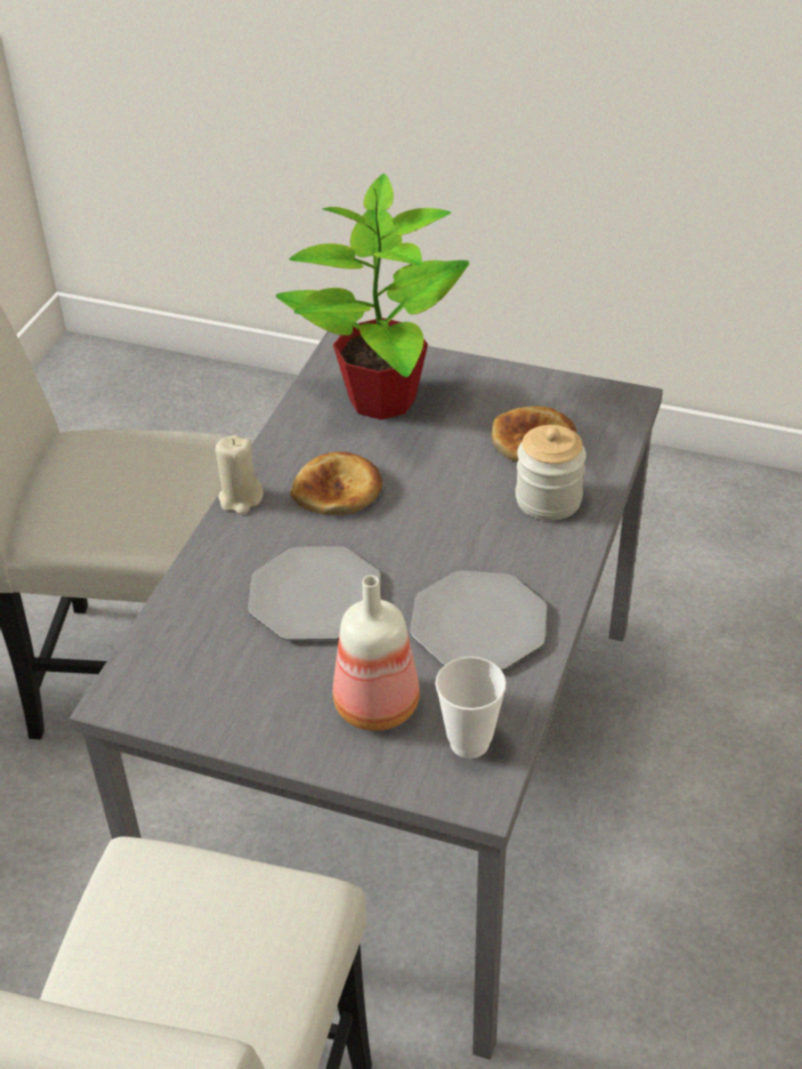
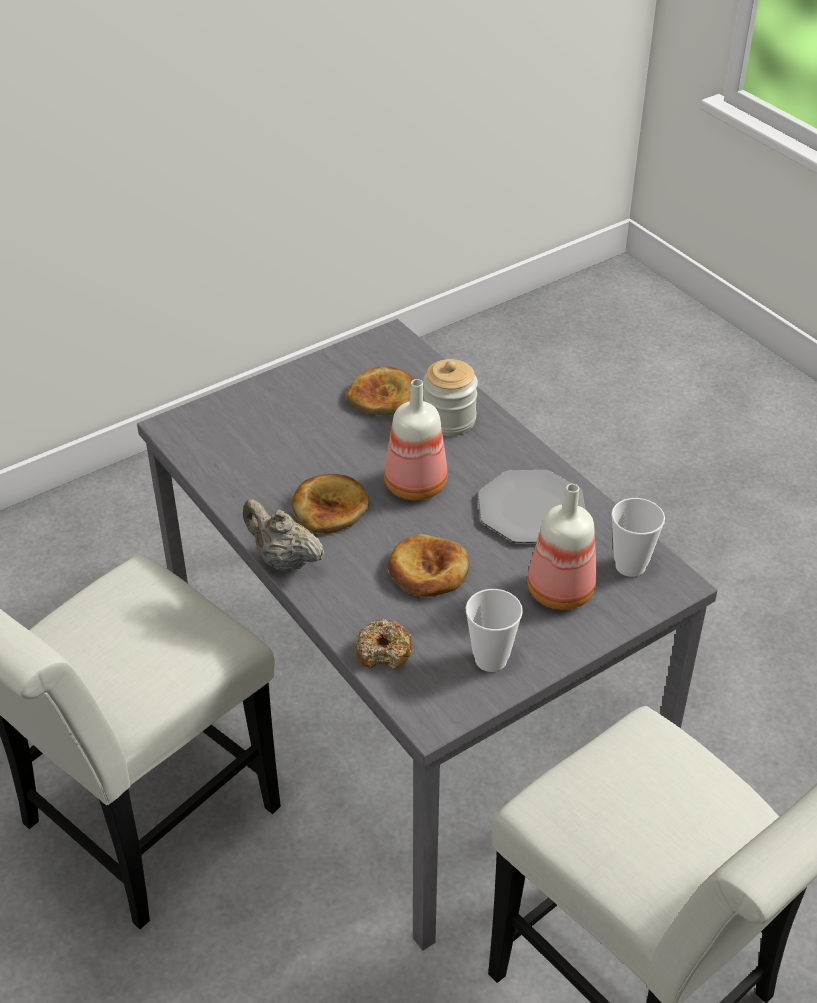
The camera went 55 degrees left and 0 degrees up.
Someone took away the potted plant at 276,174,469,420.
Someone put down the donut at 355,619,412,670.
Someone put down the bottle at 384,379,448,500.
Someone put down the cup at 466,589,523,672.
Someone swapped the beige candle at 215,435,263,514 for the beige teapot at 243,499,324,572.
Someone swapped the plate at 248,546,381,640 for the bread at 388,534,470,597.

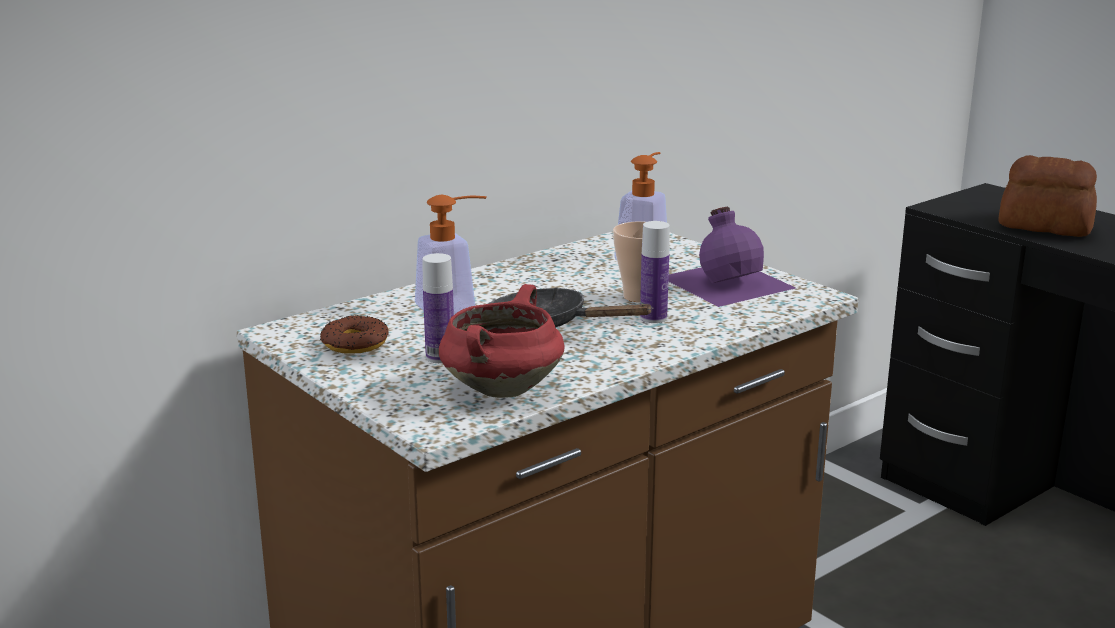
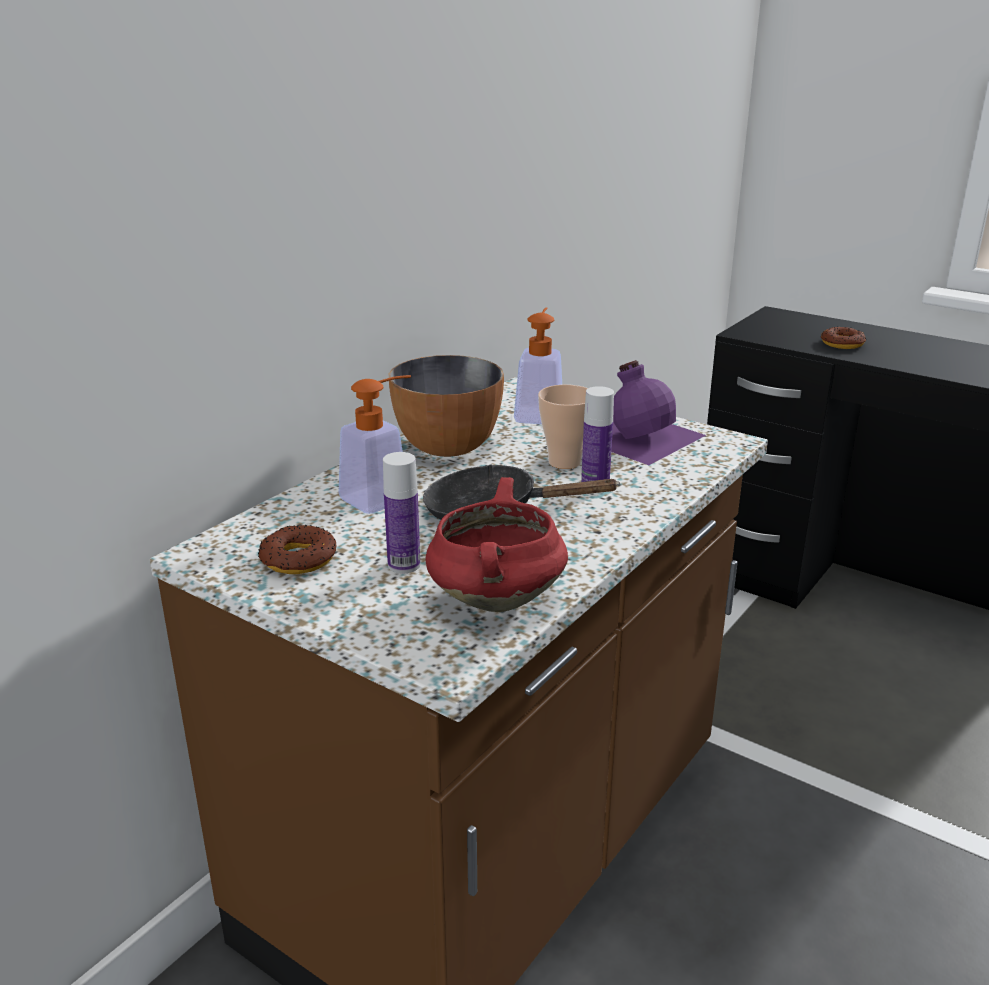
The camera went 15 degrees left and 5 degrees up.
Someone put down the bowl at 389,355,504,457.
Someone swapped the bread at 998,155,1097,237 for the donut at 821,327,867,349.

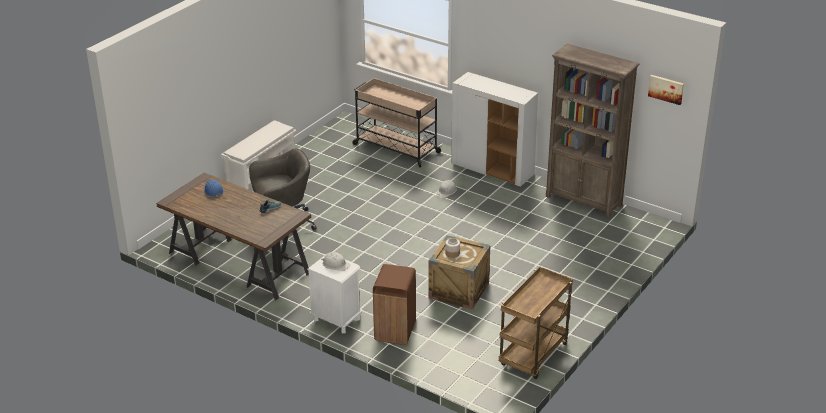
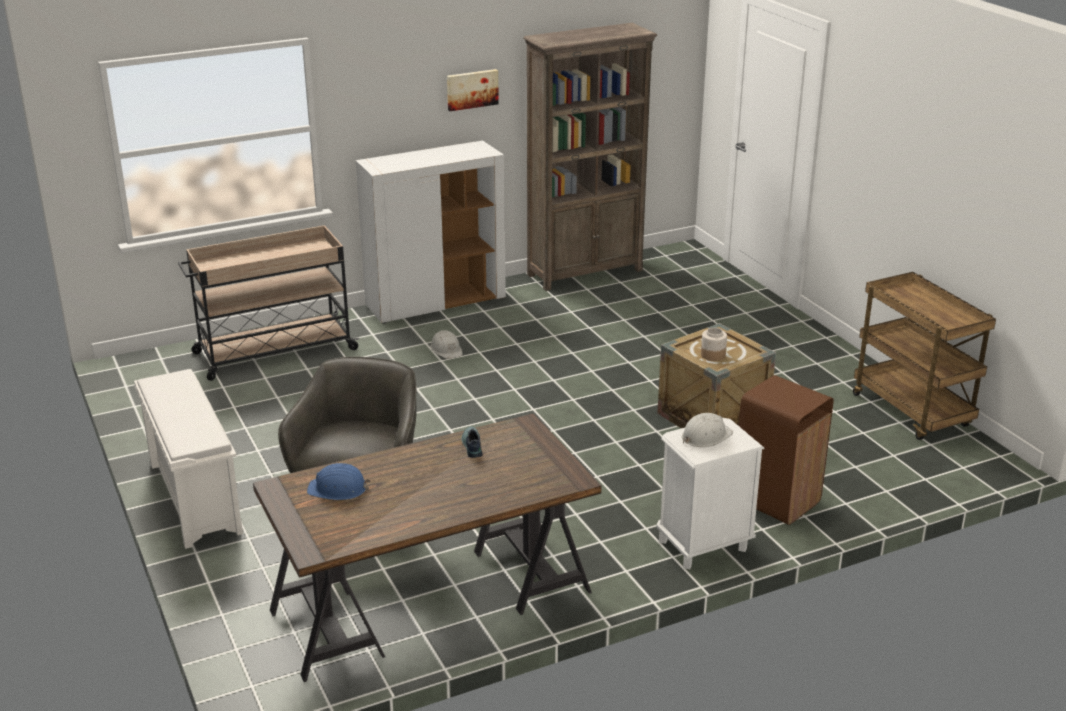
The camera went 60 degrees left and 5 degrees down.
Someone carried the picture from 648,75,684,105 to 447,69,499,111.

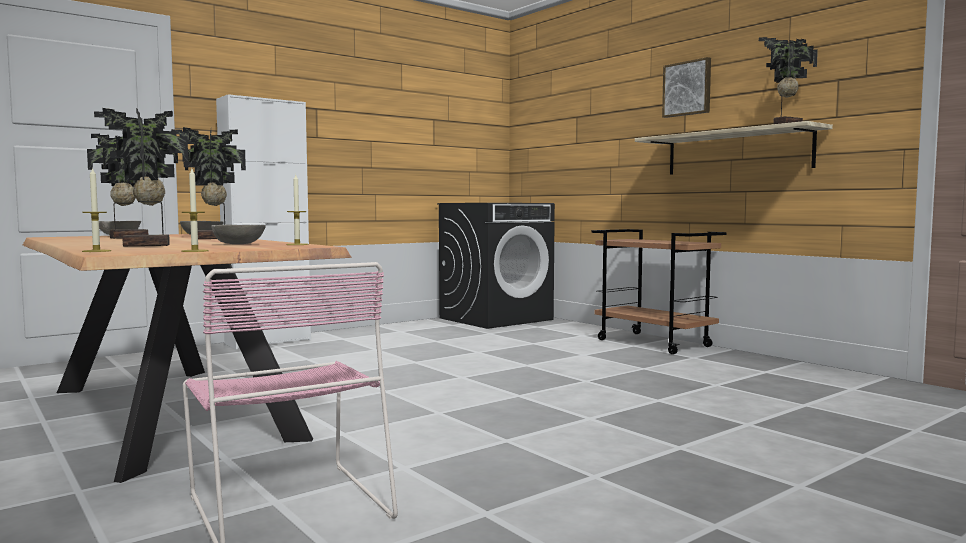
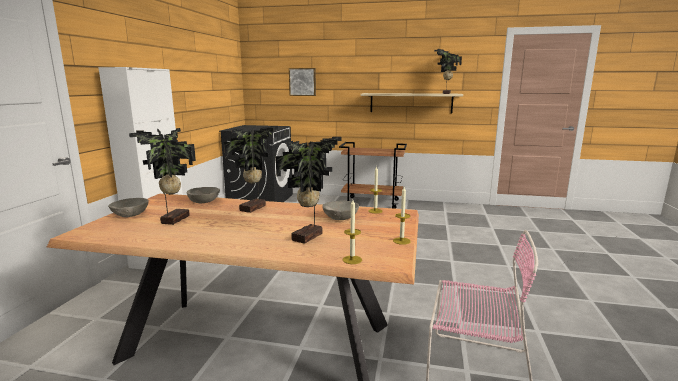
The camera went 40 degrees left and 10 degrees up.
Someone carried the picture from 662,57,711,118 to 289,68,316,96.

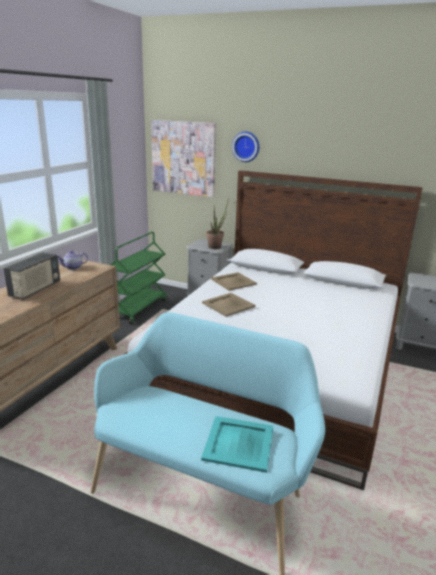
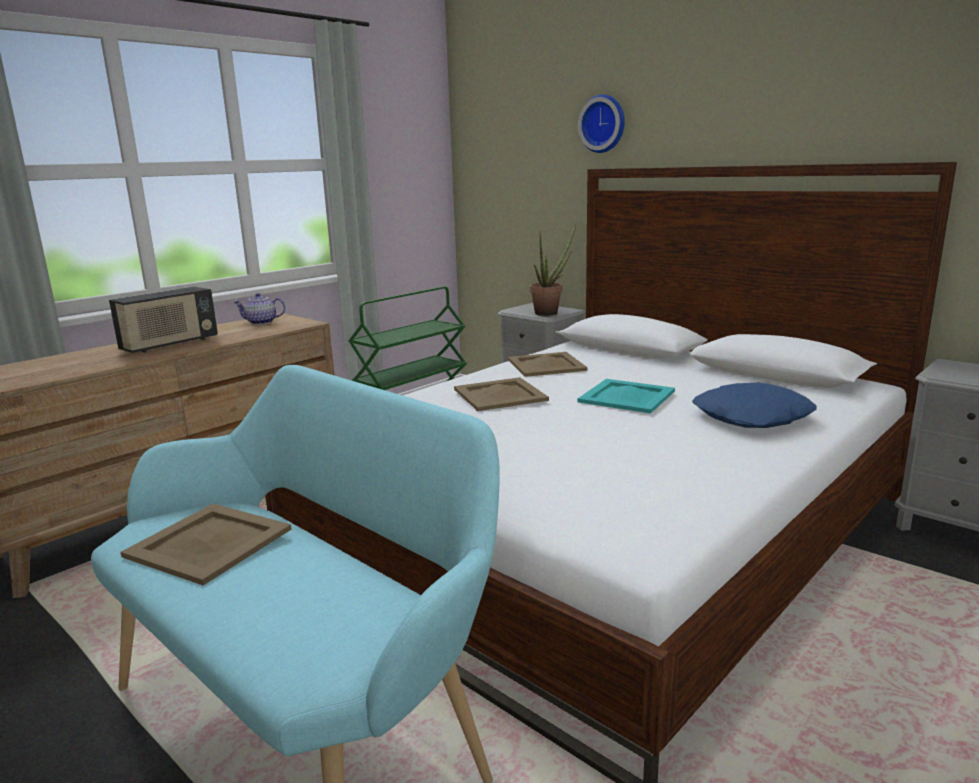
The camera went 20 degrees right and 5 degrees down.
Someone took away the picture at 151,120,216,197.
Someone put down the beige tray at 120,504,292,585.
Someone put down the blue pillow at 692,383,817,428.
Someone carried the turquoise tray from 201,416,274,473 to 577,379,675,413.

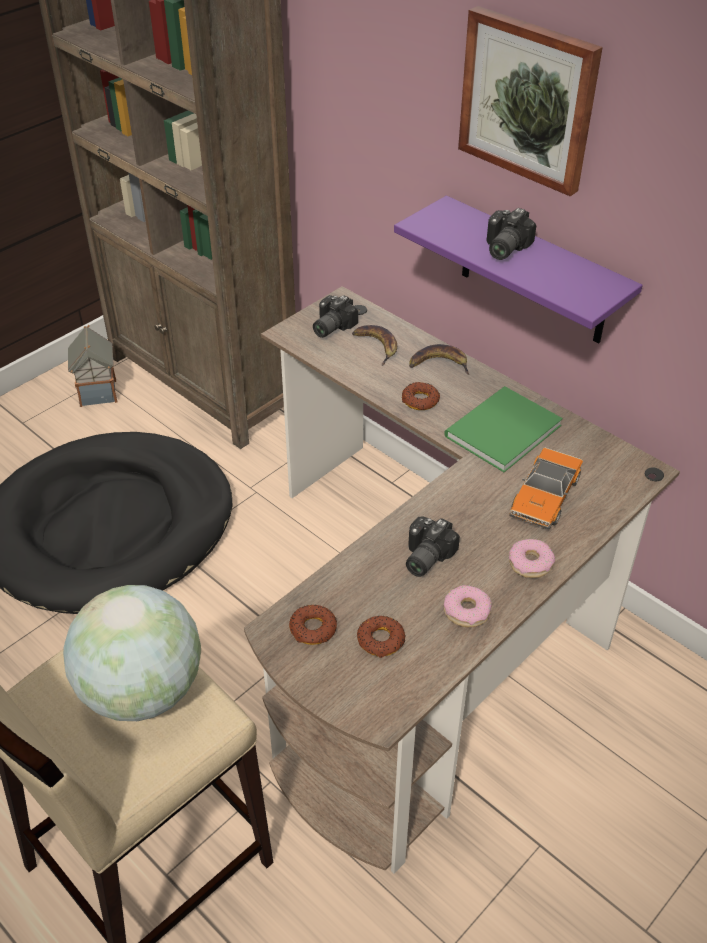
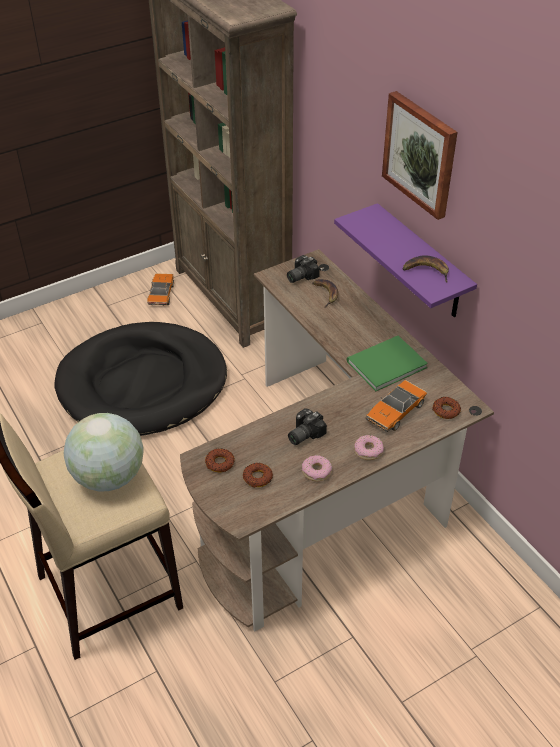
The camera went 15 degrees right and 0 degrees up.
Someone took away the photo camera at 487,208,536,260.
Someone carried the donut from 401,382,440,410 to 432,397,461,419.
Someone carried the banana from 409,344,469,375 to 402,256,449,282.
Someone swapped the toy house at 68,325,117,407 for the toy car at 147,273,174,306.

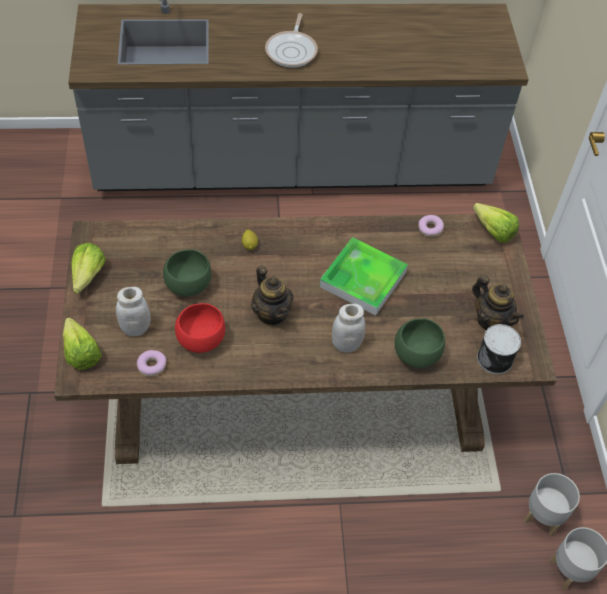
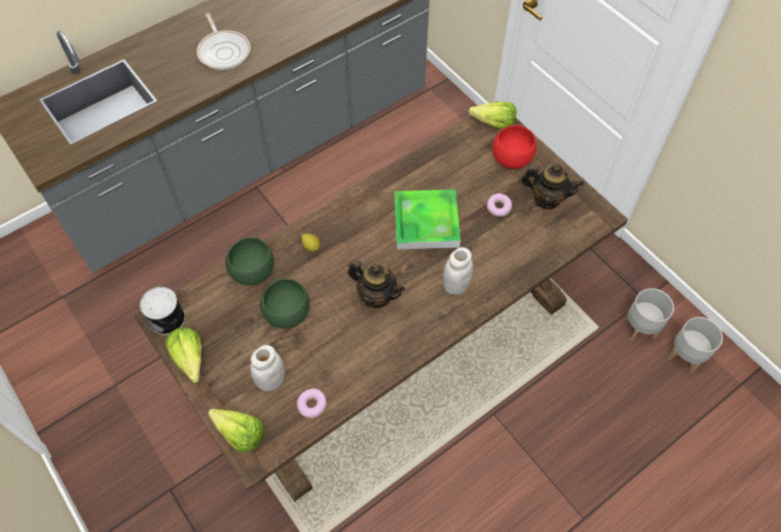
The camera went 30 degrees left and 5 degrees up.
Someone carried the red bowl from 175,303,225,353 to 492,125,537,169.
Someone carried the green bowl from 395,318,445,368 to 225,237,274,286.
Someone carried the donut from 418,215,444,237 to 487,193,512,217.
Someone carried the can from 477,324,521,374 to 140,286,185,335.

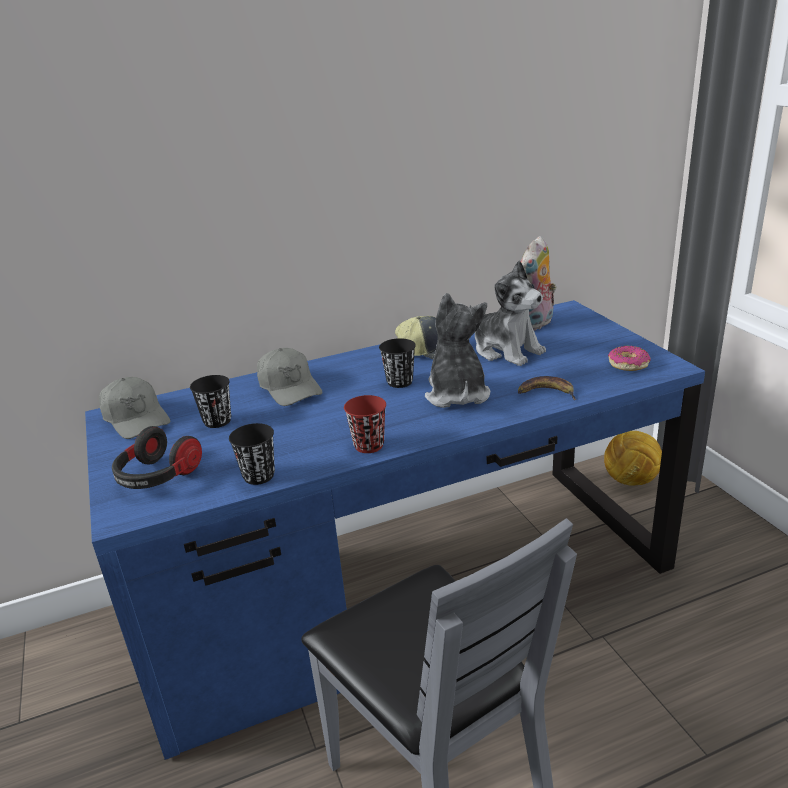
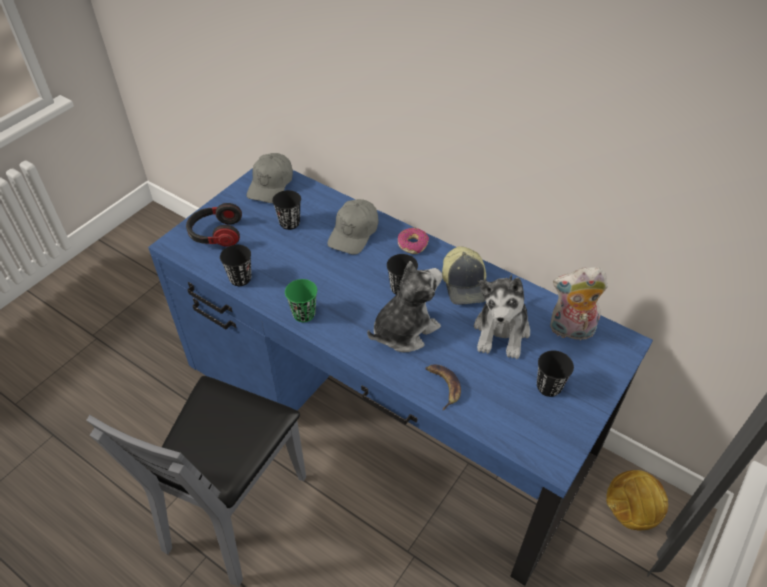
The camera went 55 degrees right and 20 degrees up.
Someone put down the black cup at 537,350,574,397.
Someone carried the donut from 608,346,651,371 to 398,228,429,254.
Someone repainted the red cup at 344,395,386,453, which became the green cup at 285,279,317,322.

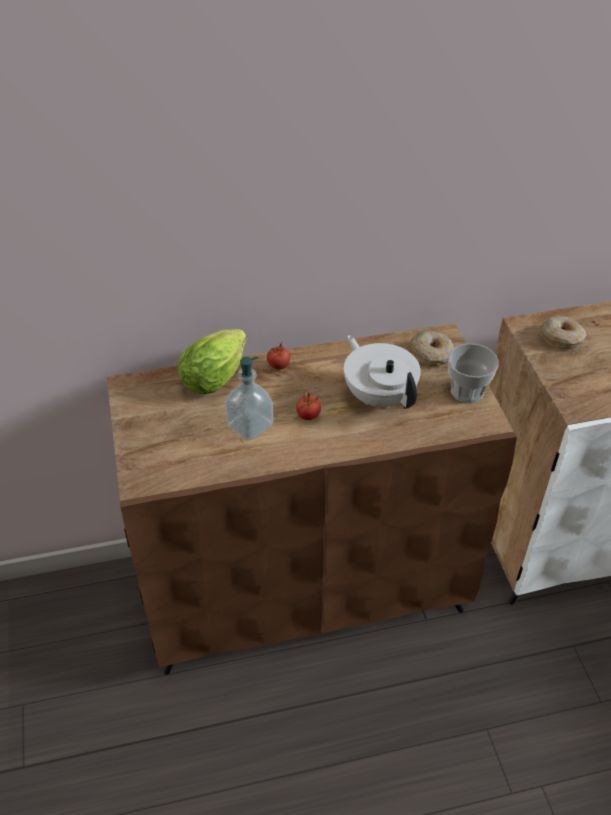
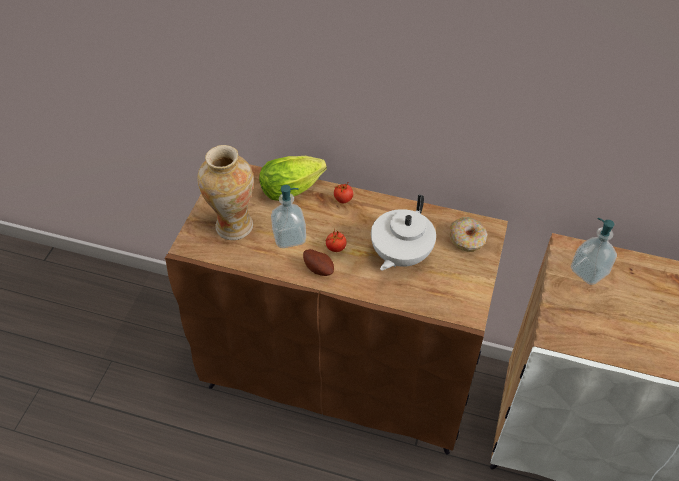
The camera went 30 degrees right and 5 degrees up.
Someone took away the cup at 448,343,498,403.
Someone put down the vase at 197,145,254,240.
Someone put down the potato at 303,249,334,276.
Someone swapped the donut at 541,316,586,350 for the soap dispenser at 571,218,617,285.
Someone rotated the white teapot at 344,335,421,409 by 150 degrees counterclockwise.

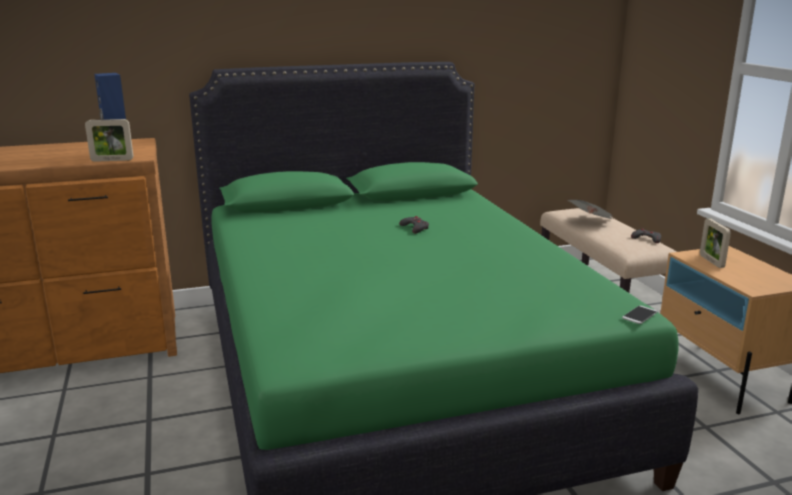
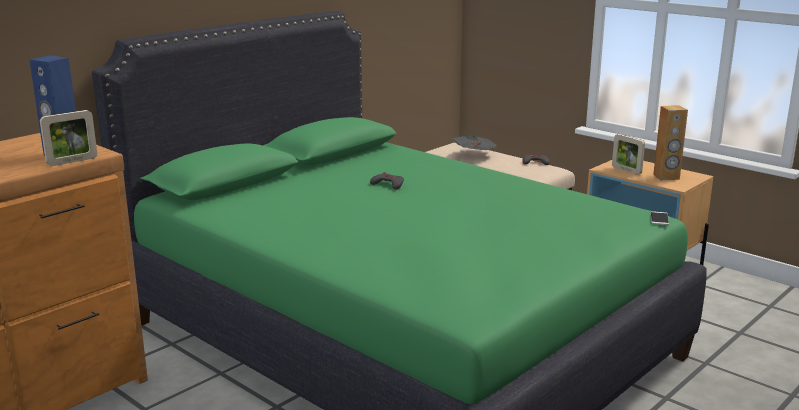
The camera went 30 degrees left and 0 degrees up.
Someone put down the brown speaker at 653,105,688,180.

